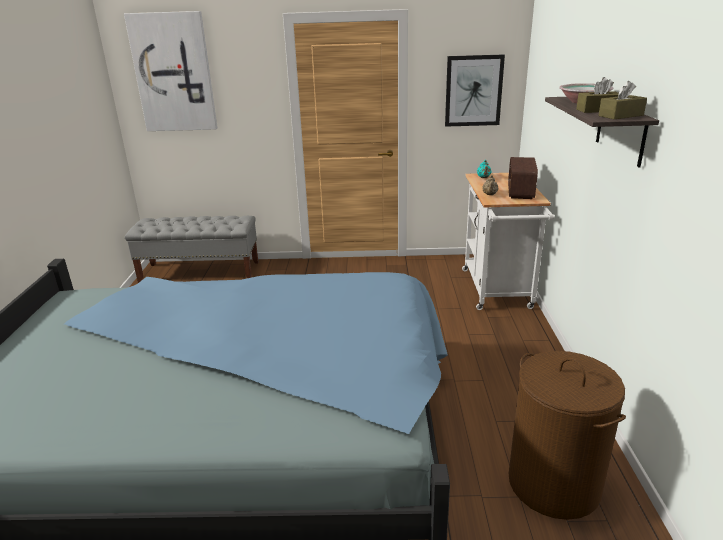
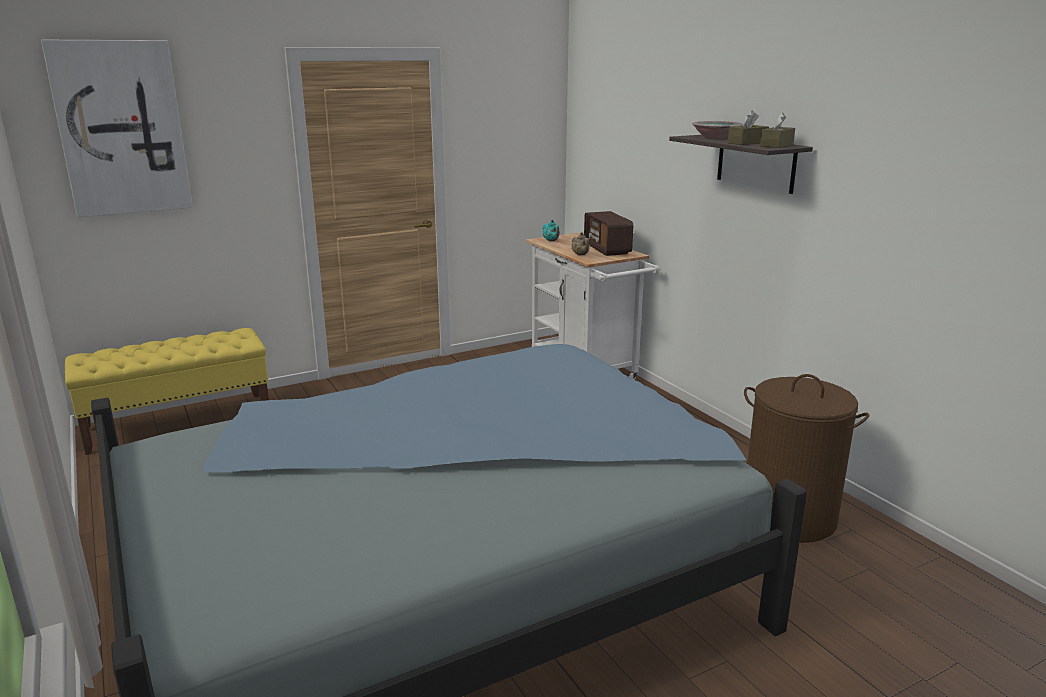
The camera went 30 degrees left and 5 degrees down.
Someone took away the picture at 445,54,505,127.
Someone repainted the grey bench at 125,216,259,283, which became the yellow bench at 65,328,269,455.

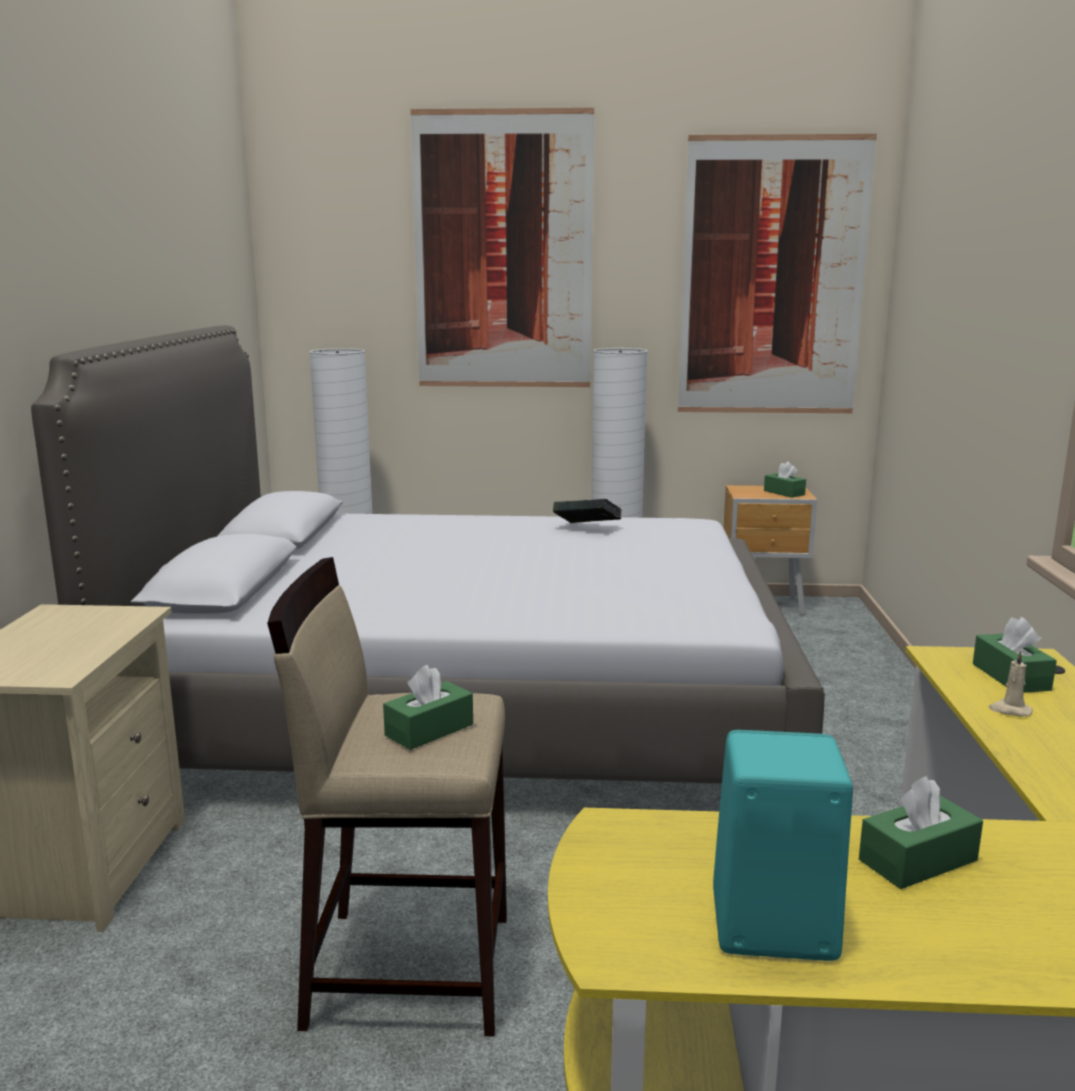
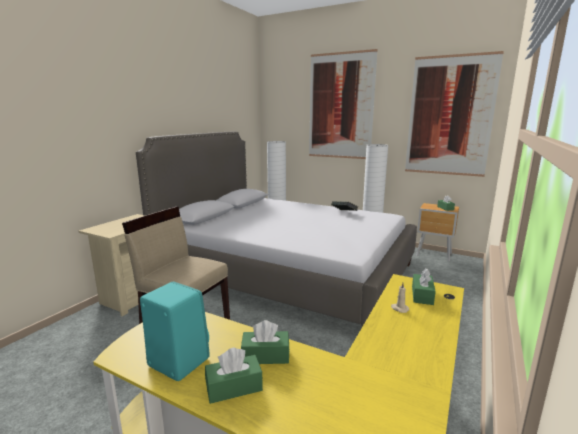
The camera went 25 degrees right and 0 degrees up.
Someone carried the green tissue box from 383,665,473,750 to 205,347,263,404.

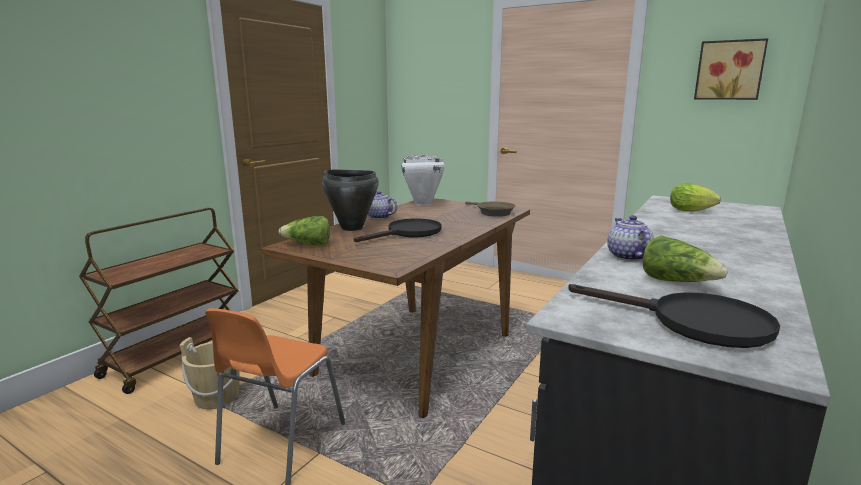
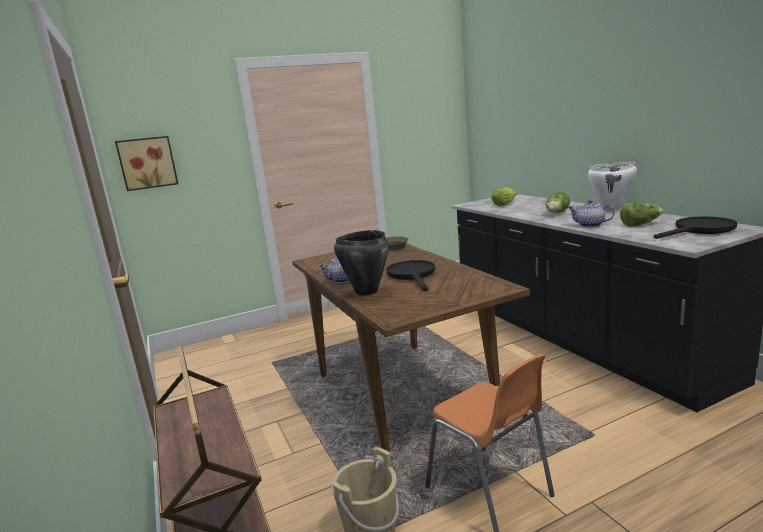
The camera went 55 degrees left and 0 degrees up.
Someone carried the lettuce from 278,216,330,245 to 546,192,570,213.
Someone carried the white cooking pot from 402,155,445,205 to 588,161,637,211.
Someone carried the picture from 694,38,768,100 to 115,136,178,191.

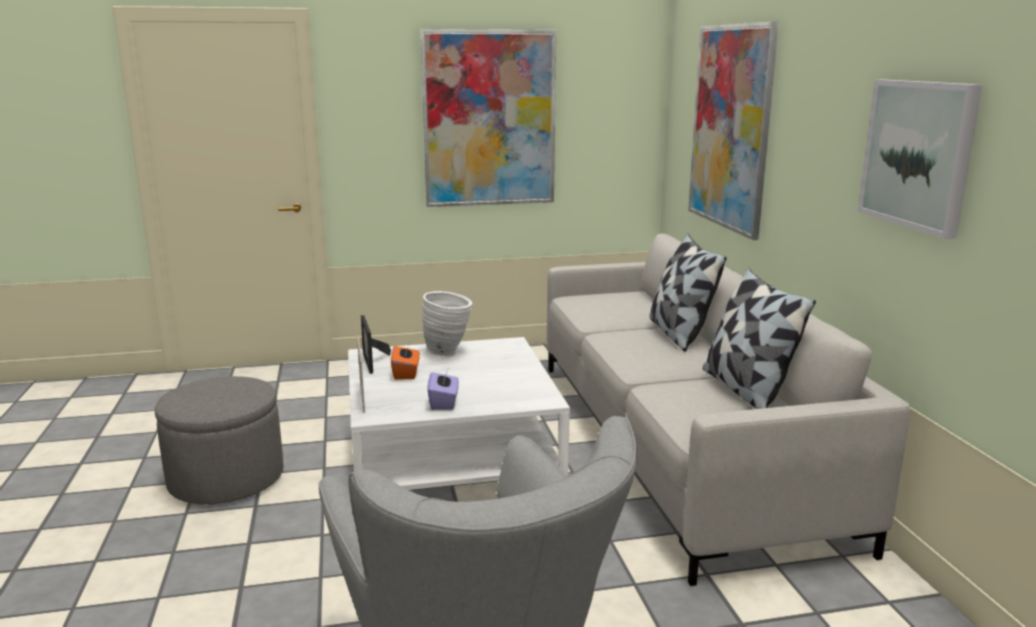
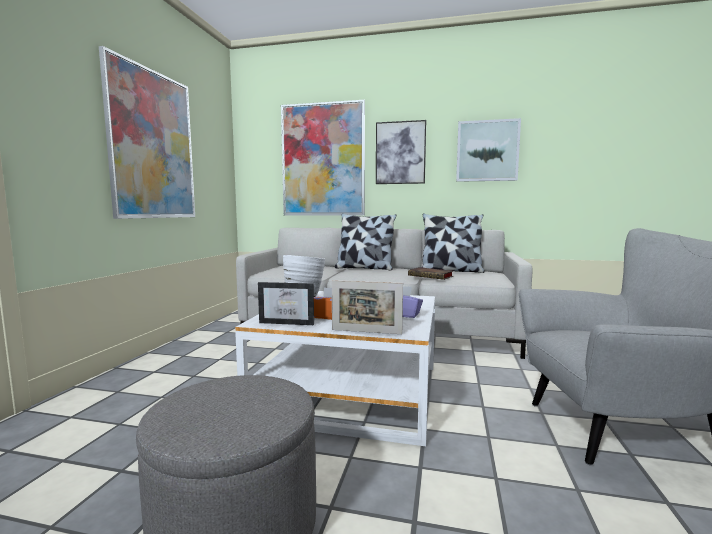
The camera went 65 degrees left and 10 degrees down.
Someone put up the picture at 376,120,426,184.
Someone put down the book at 408,267,453,280.

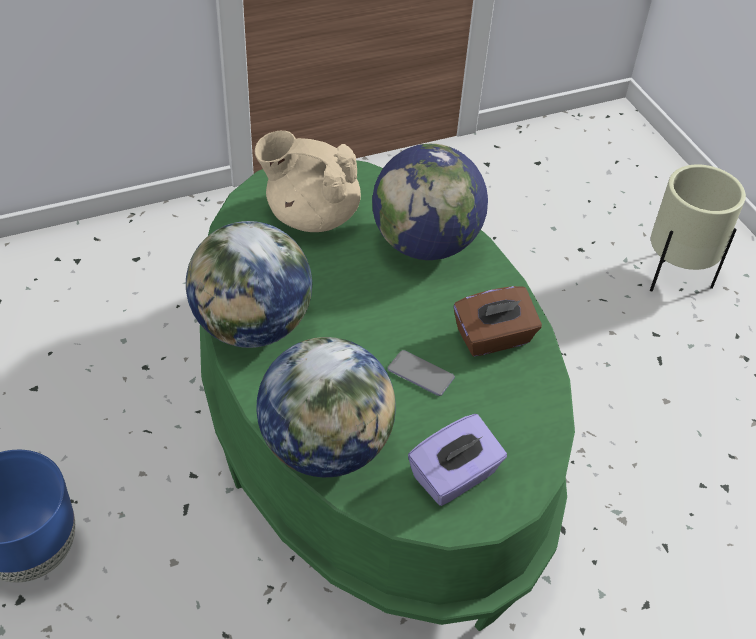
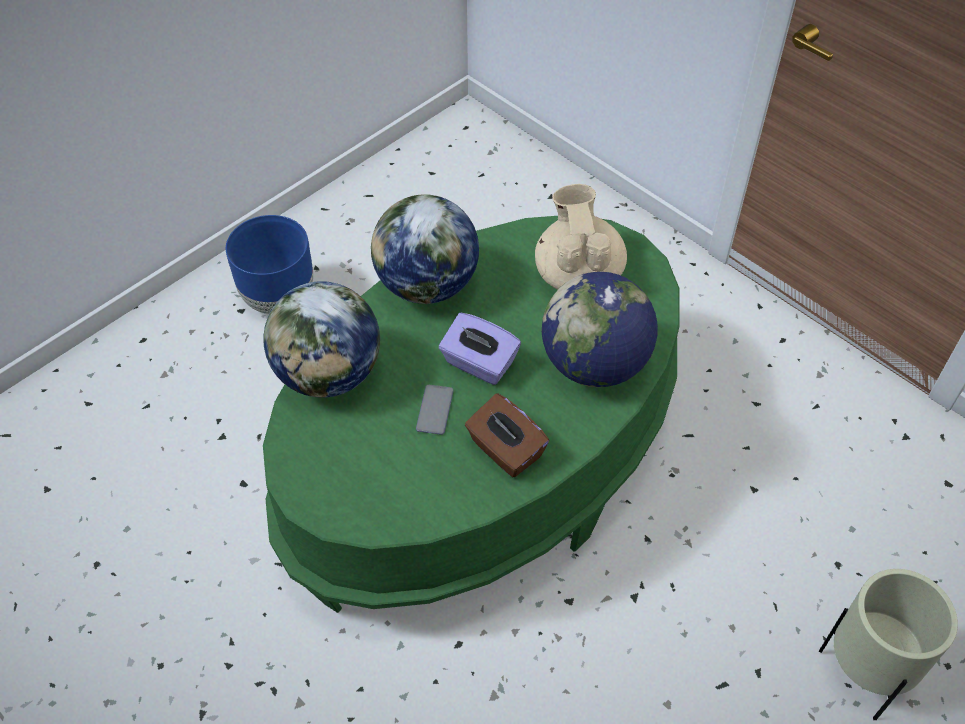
The camera went 70 degrees right and 5 degrees up.
Someone carried the purple tissue box from 408,414,507,506 to 439,313,521,385.

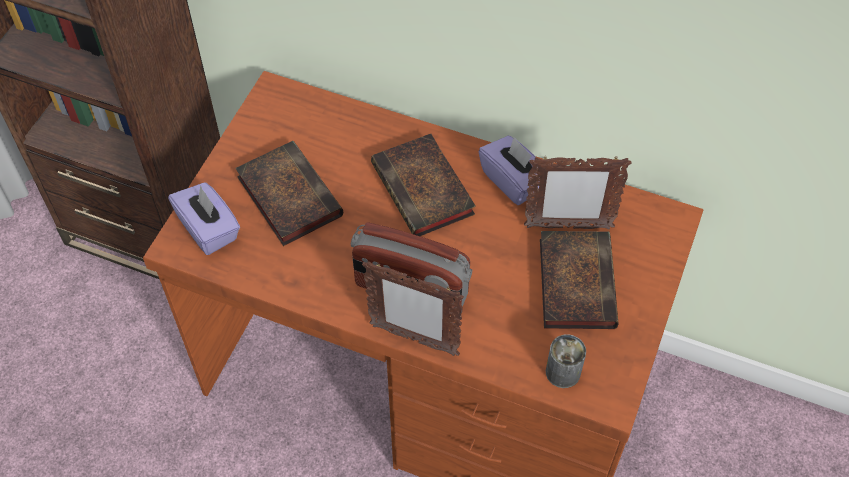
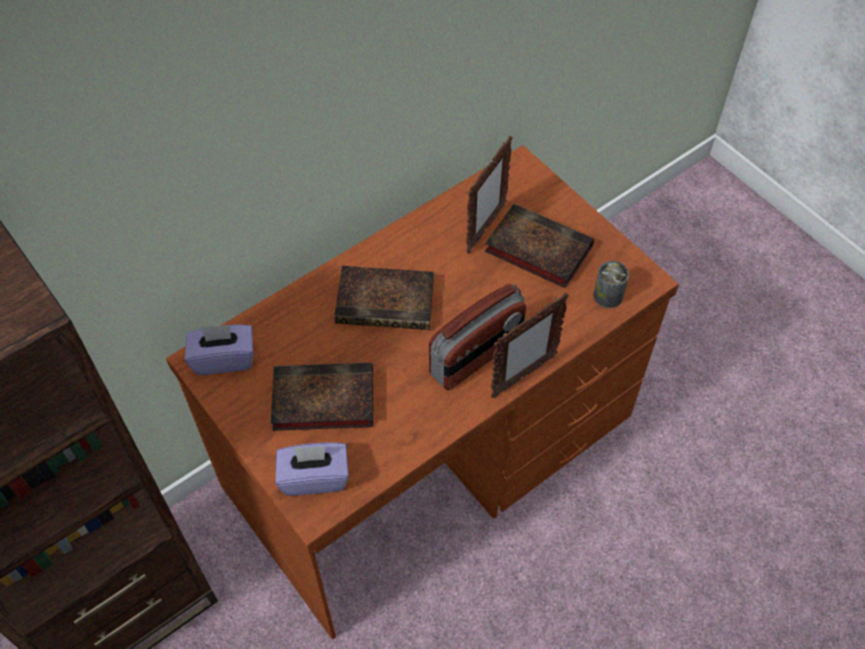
The camera went 60 degrees left and 0 degrees up.
Someone carried the purple tissue box from 478,136,539,205 to 185,325,253,375.

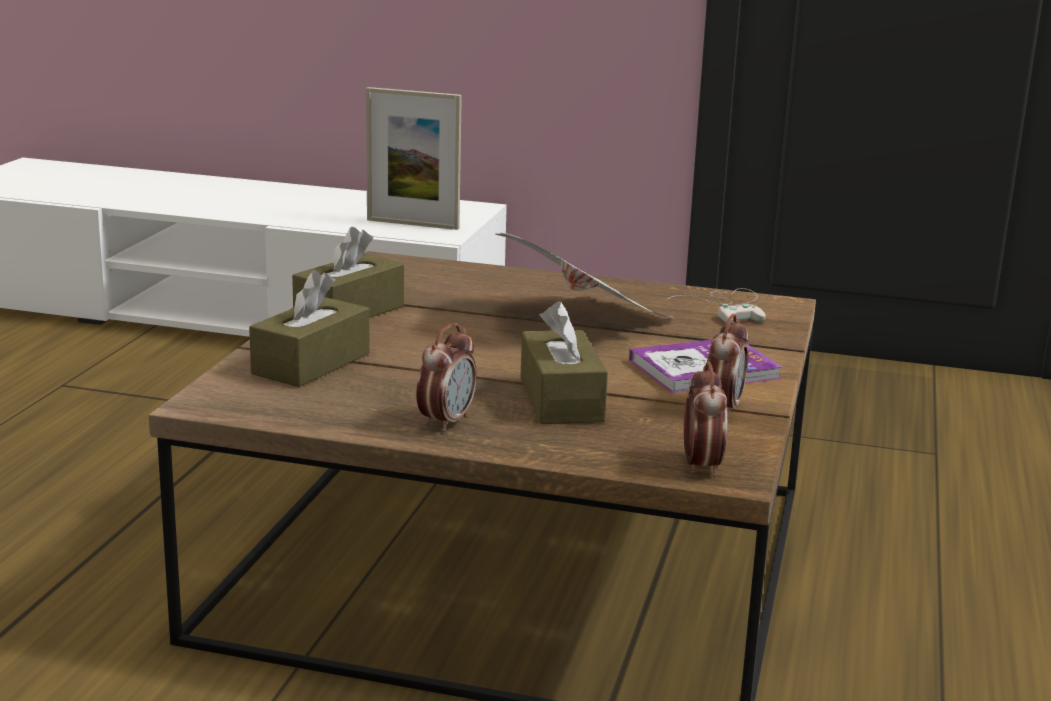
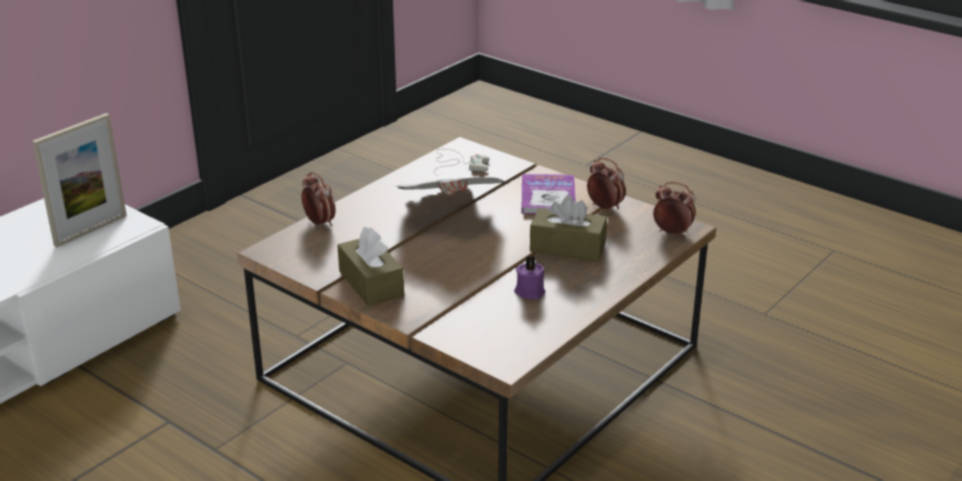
The camera went 65 degrees left and 10 degrees up.
Someone took away the brown tissue box at 249,270,370,387.
Someone put down the purple candle at 514,256,546,299.
Someone carried the alarm clock from 416,323,477,432 to 302,172,336,228.

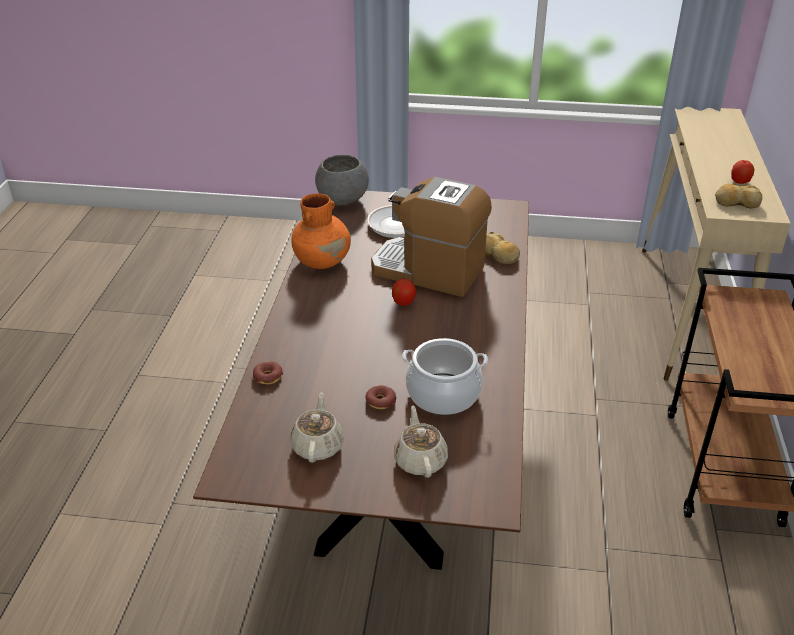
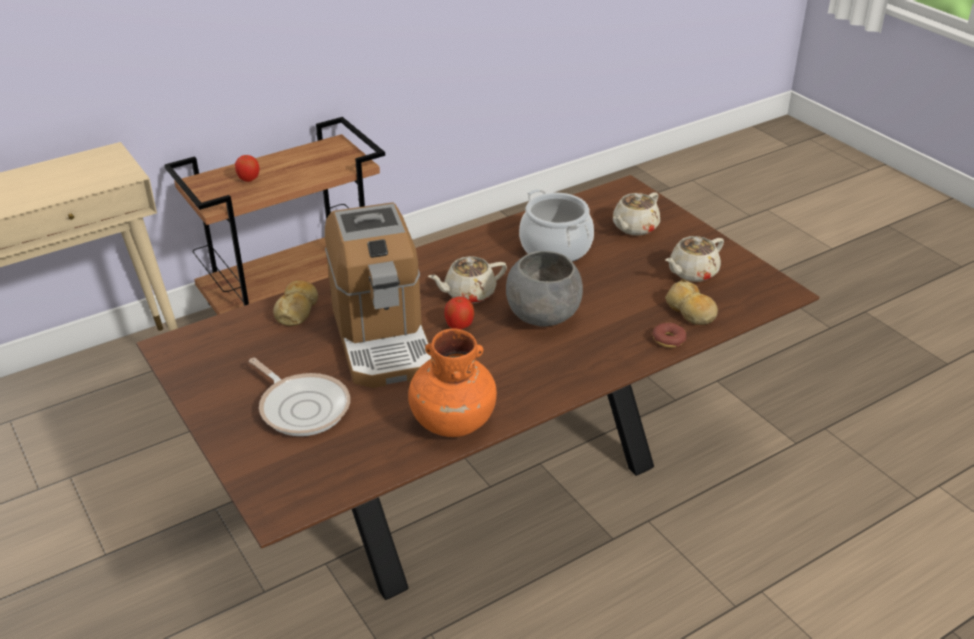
The camera went 130 degrees left and 0 degrees up.
Someone took away the donut at 366,385,396,409.
Someone put down the beige teapot at 428,256,507,303.
Someone carried the grey bowl from 315,155,369,205 to 506,251,583,326.
Someone carried the bread from 715,184,762,208 to 665,279,718,325.
Someone carried the apple from 731,160,755,184 to 235,155,260,182.

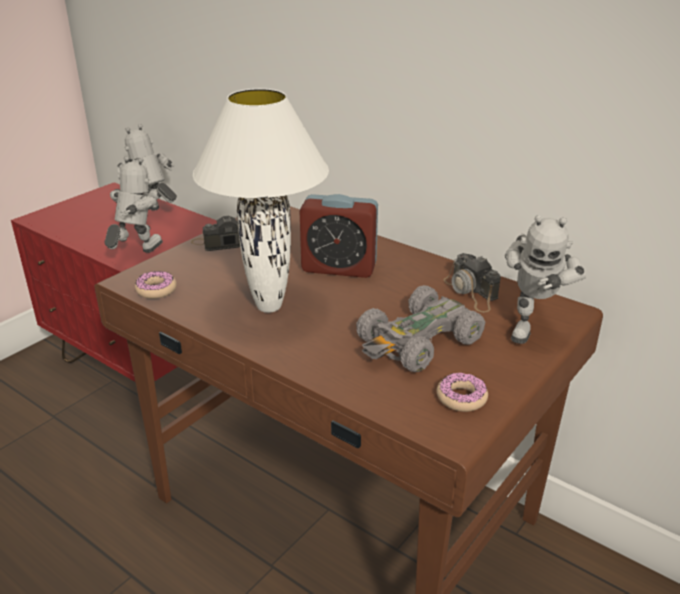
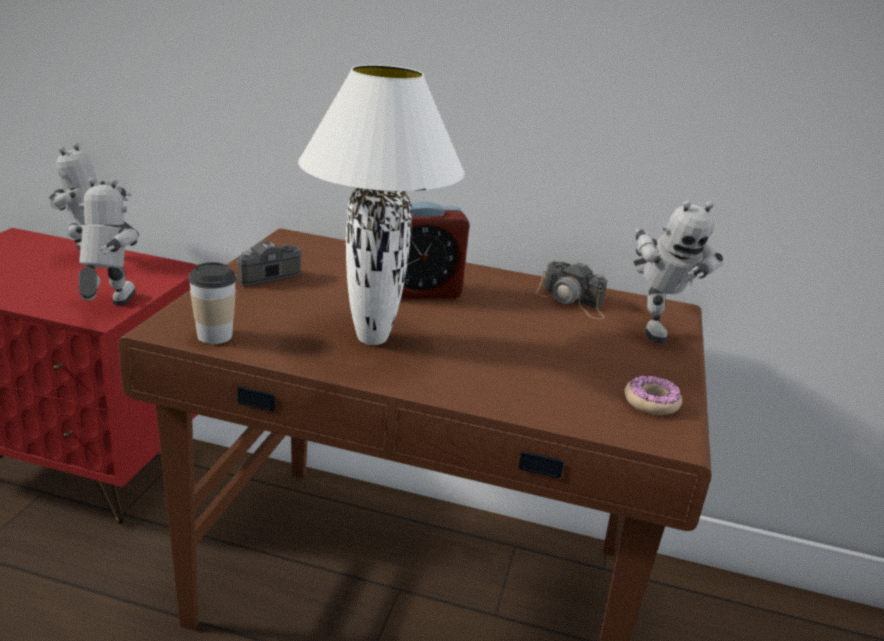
The camera went 25 degrees left and 5 degrees down.
Someone took away the grey toy car at 356,285,485,372.
Someone swapped the donut at 135,271,177,299 for the cup at 188,262,237,344.

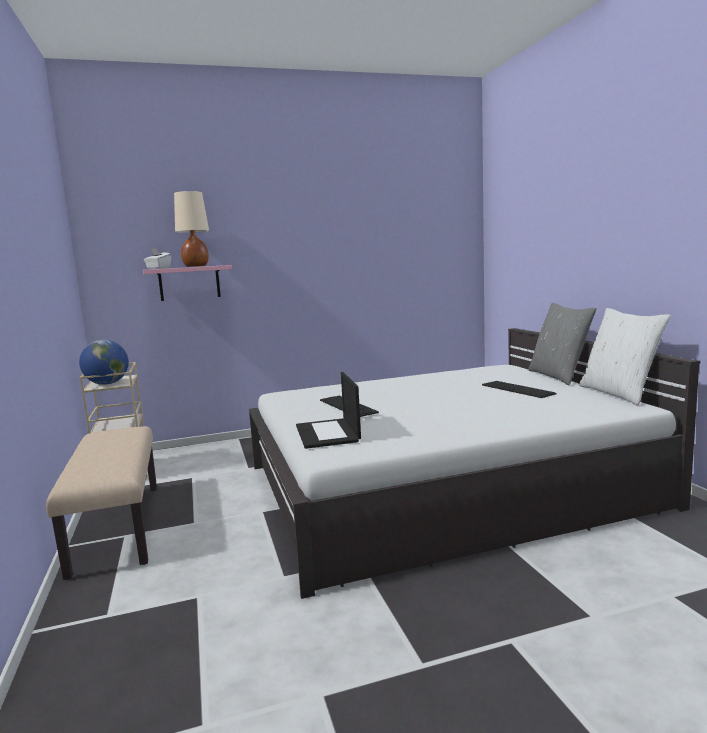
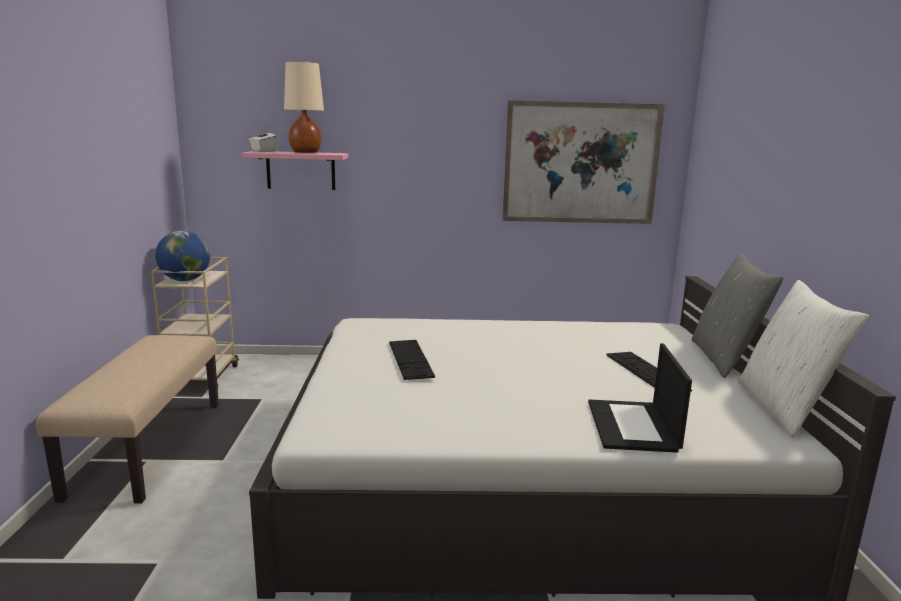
The camera went 15 degrees right and 5 degrees up.
Someone put up the picture at 502,100,665,224.
Someone carried the laptop from 296,372,361,449 to 588,343,692,453.

